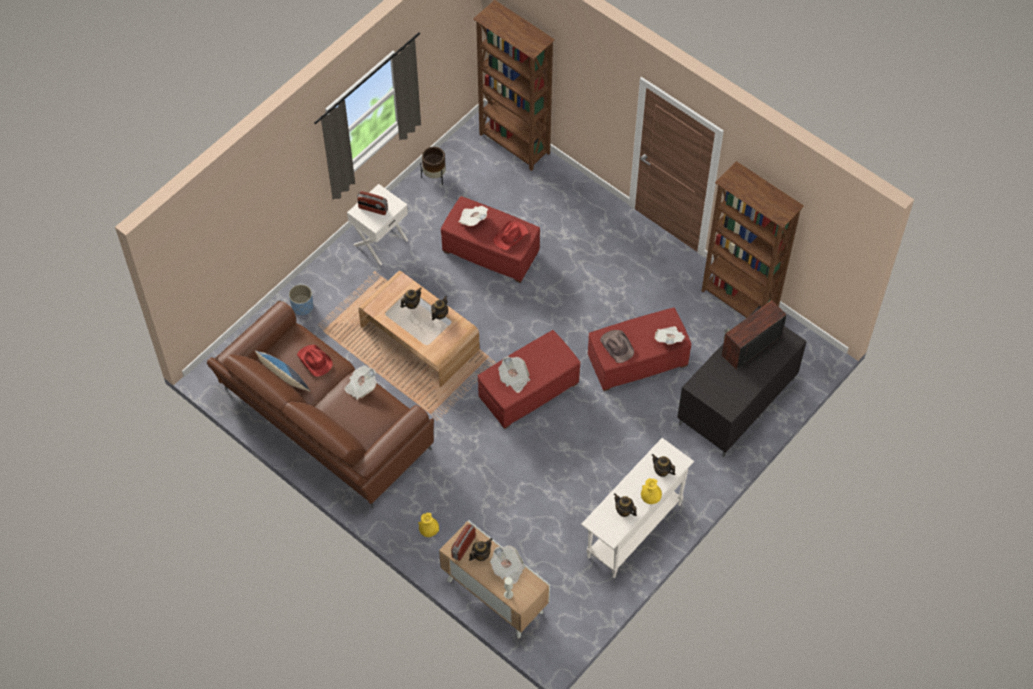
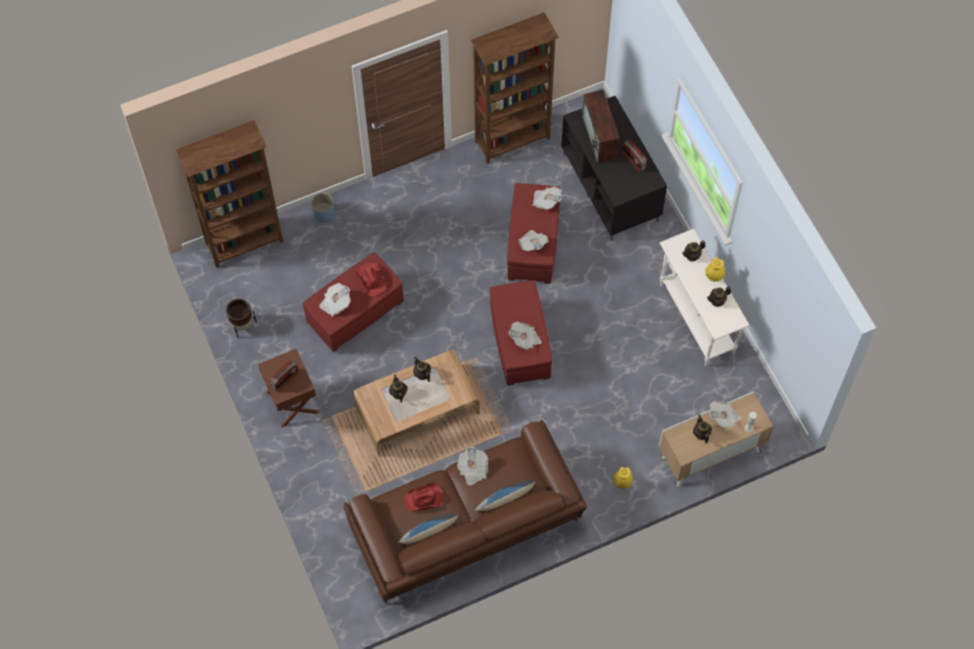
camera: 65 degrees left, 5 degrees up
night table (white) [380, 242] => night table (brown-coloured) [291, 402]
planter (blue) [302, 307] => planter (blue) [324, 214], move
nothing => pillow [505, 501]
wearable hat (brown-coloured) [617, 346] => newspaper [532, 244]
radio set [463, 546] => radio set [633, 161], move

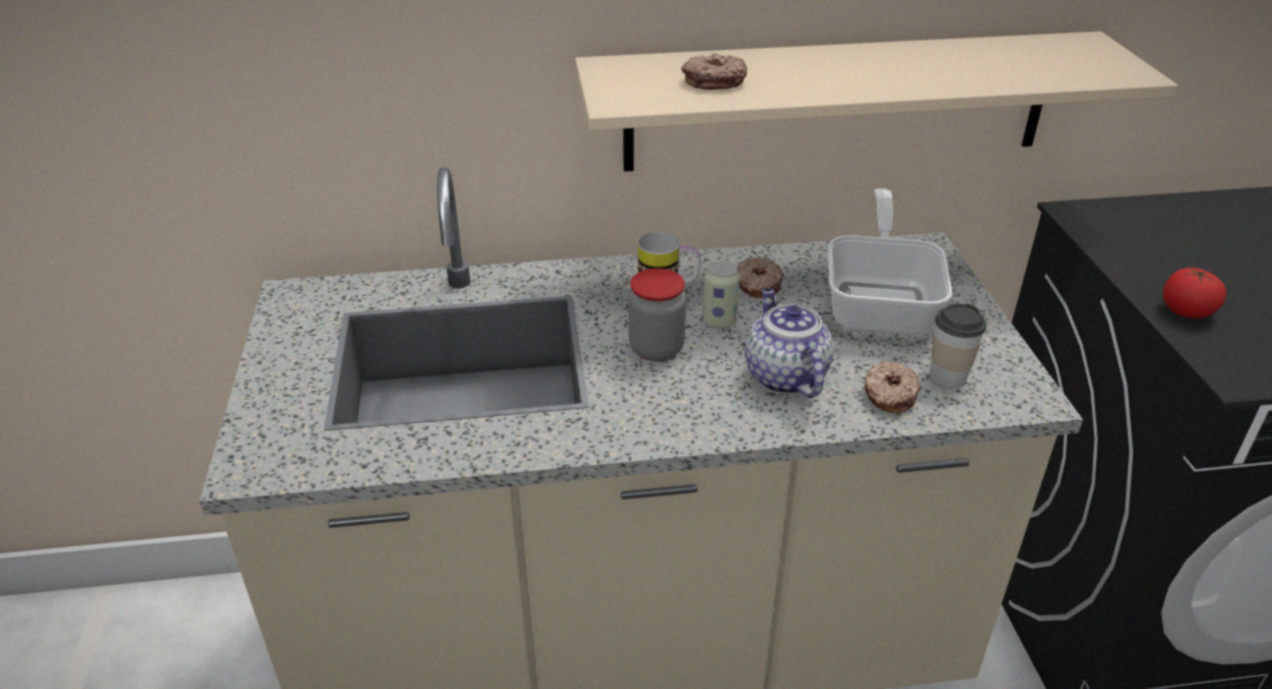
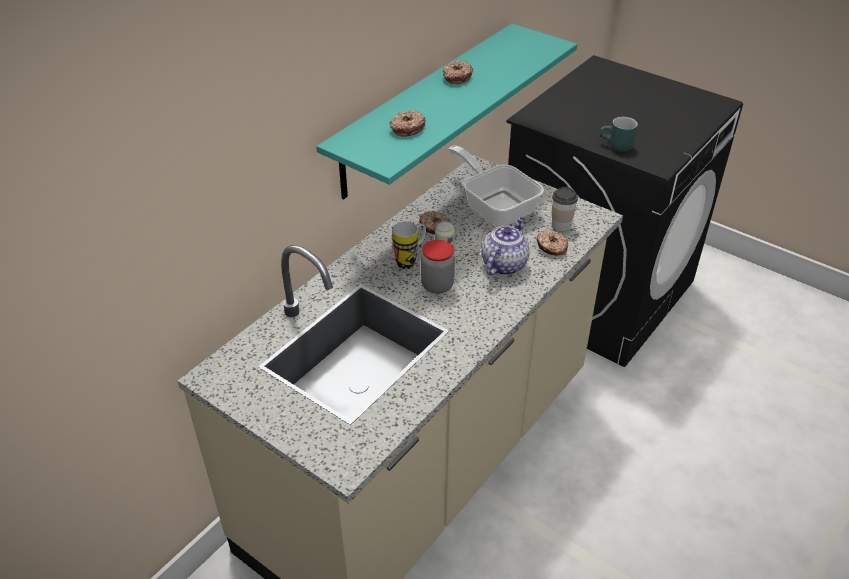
camera: 45 degrees left, 5 degrees up
bracket shelf (sand-coloured) [838, 102] => bracket shelf (turquoise) [424, 110]
nothing => donut [456, 77]
pot for tea [784, 375] => pot for tea [504, 264], 90 degrees clockwise
whole tomato [1186, 311] => mug (turquoise) [616, 146]

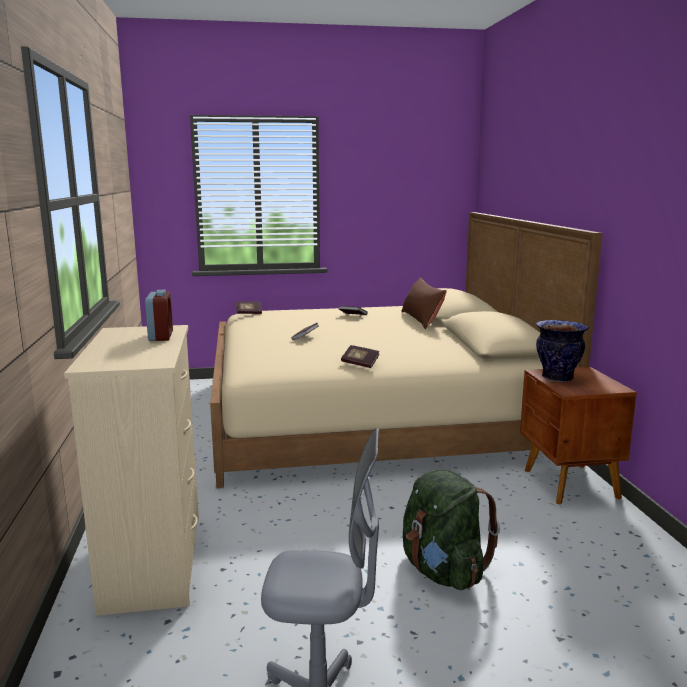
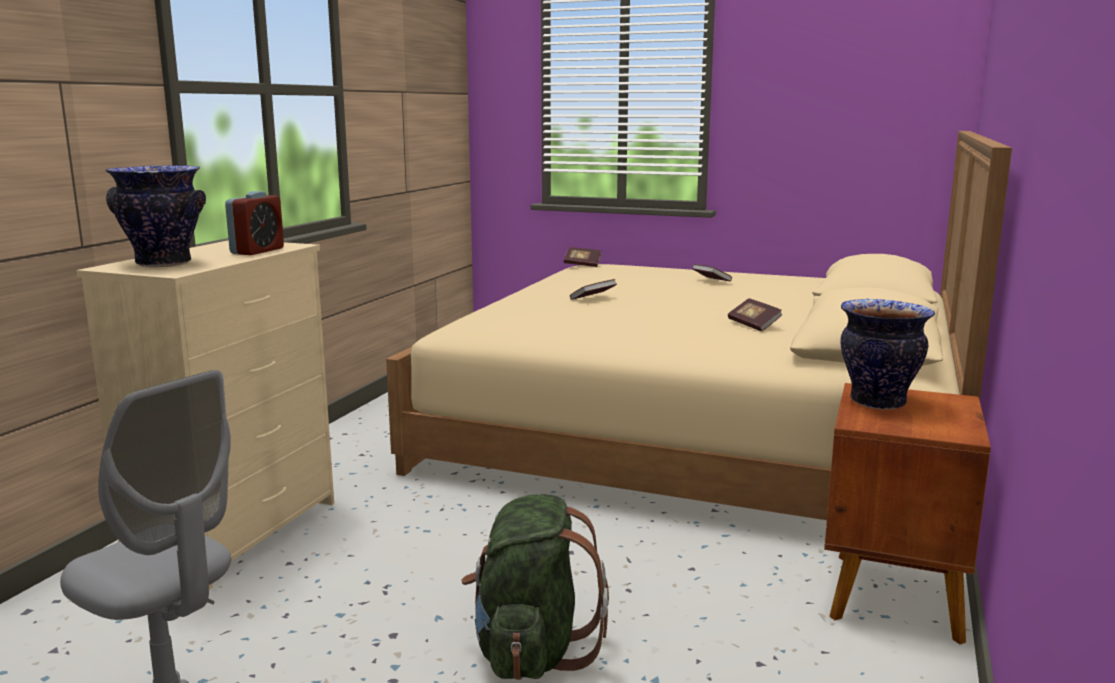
camera: 30 degrees right, 0 degrees up
nothing => vase [163, 263]
bound book [360, 363] => bound book [754, 325], move
pillow (brown-coloured) [422, 319] => nothing

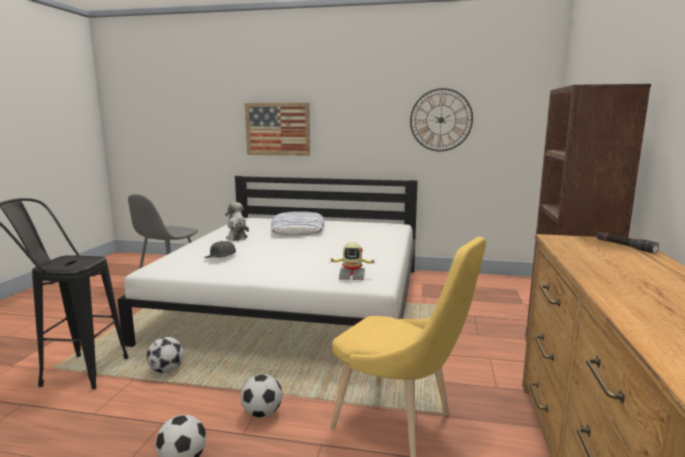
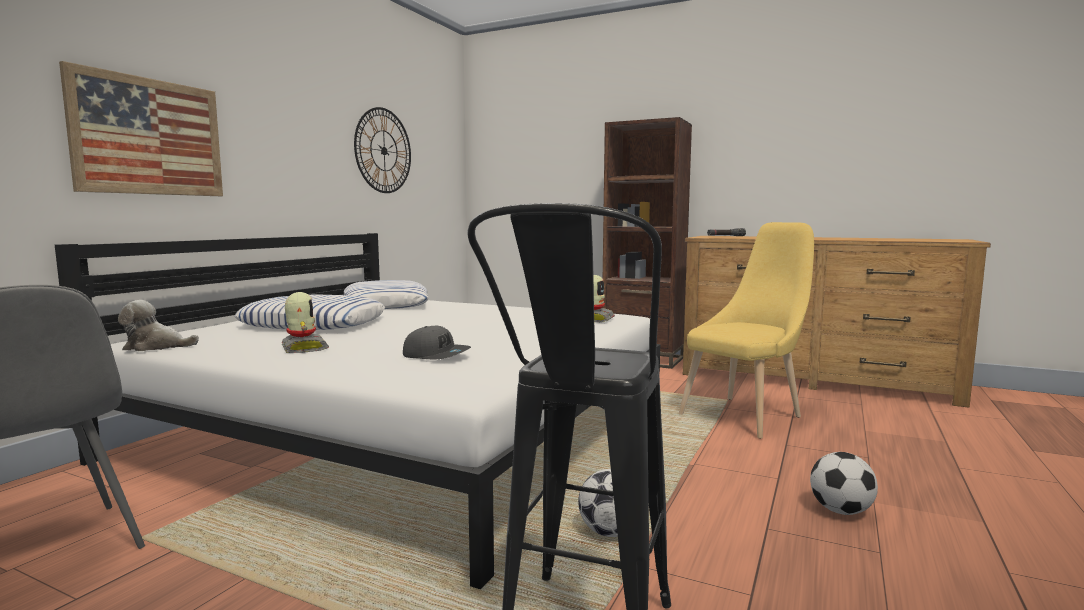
camera: 75 degrees left, 5 degrees down
cuddly toy [237, 237] => toy robot [303, 348]
nothing => pillow [386, 304]
football [262, 413] => nothing

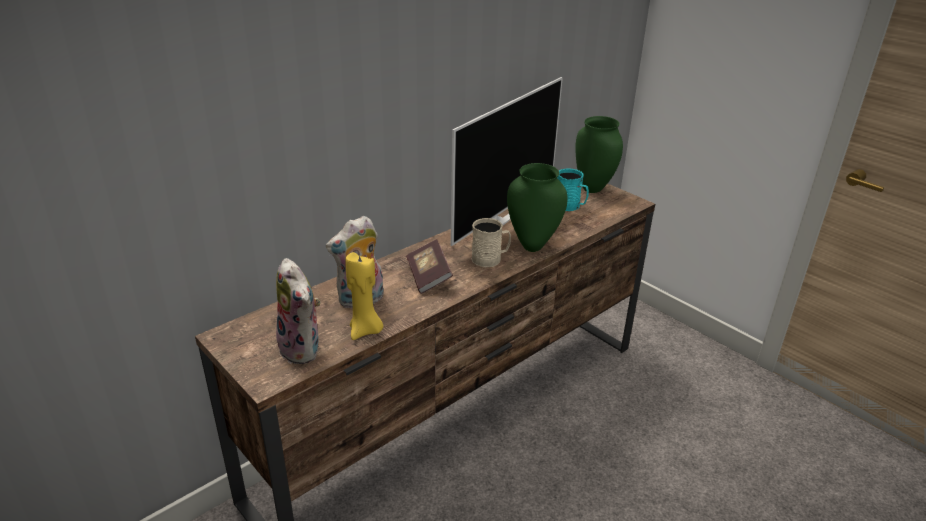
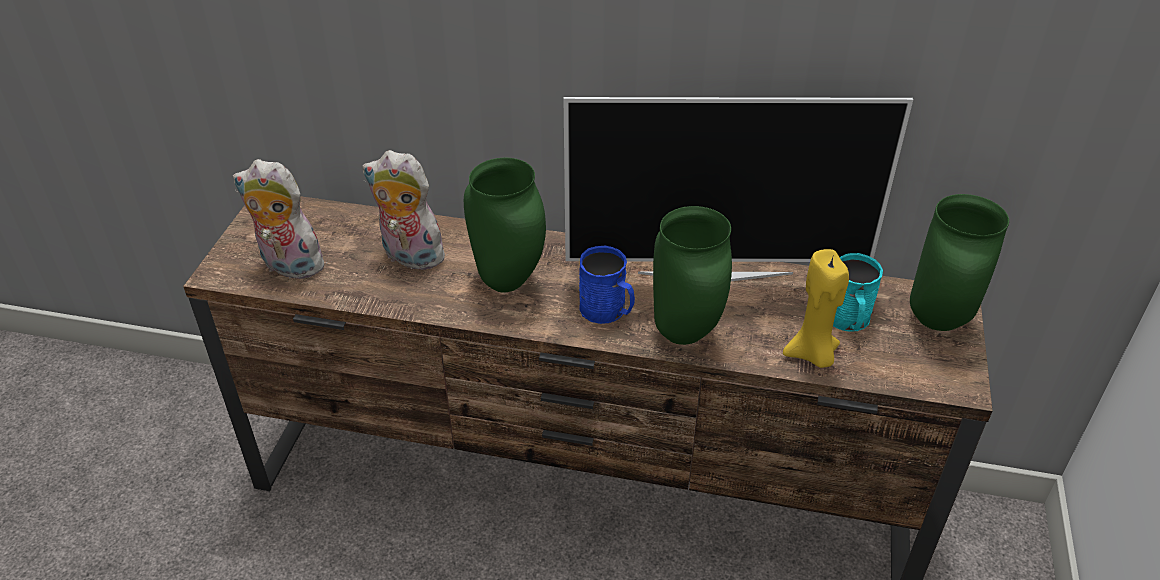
camera: 55 degrees right, 10 degrees up
cuddly toy [303, 349] => cuddly toy [288, 266], 90 degrees clockwise
bound book [428, 276] => vase (greenish) [510, 281]
mug (sand-coloured) [490, 259] => mug (blue) [607, 311]
wax candle (yellowish) [365, 331] => wax candle (yellowish) [812, 355], move

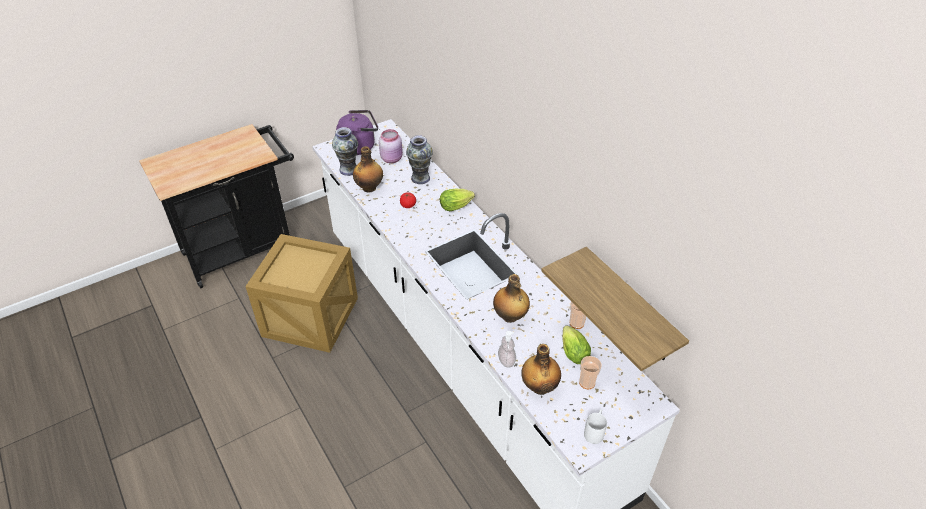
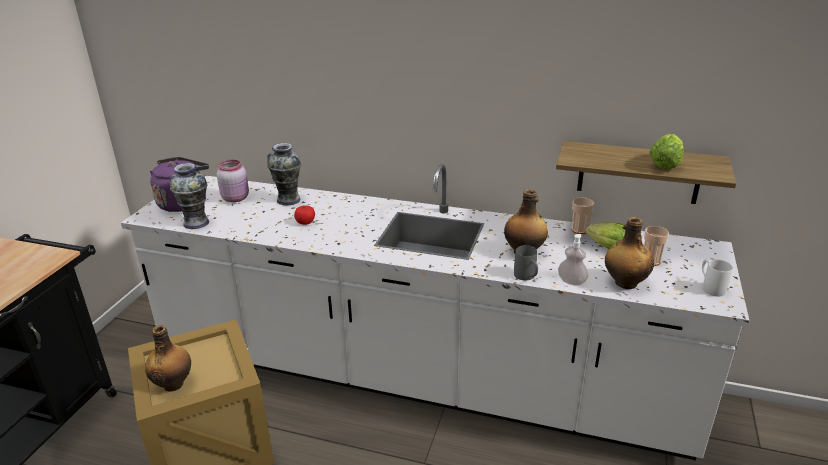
camera: 40 degrees left, 15 degrees down
drink bottle [369, 187] => drink bottle [173, 383], move
nothing => mug (greyish) [527, 277]
lettuce head [457, 206] => lettuce head [665, 164], move

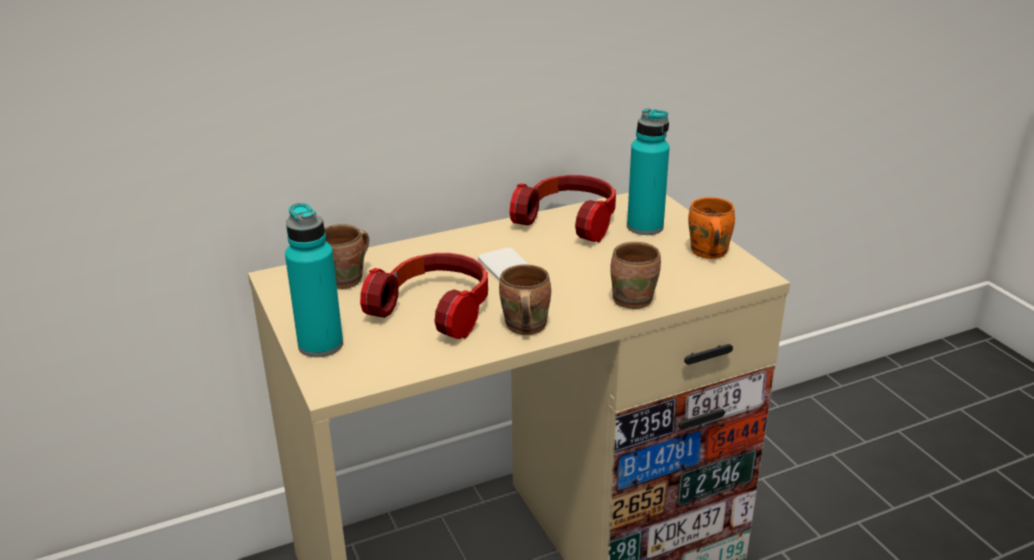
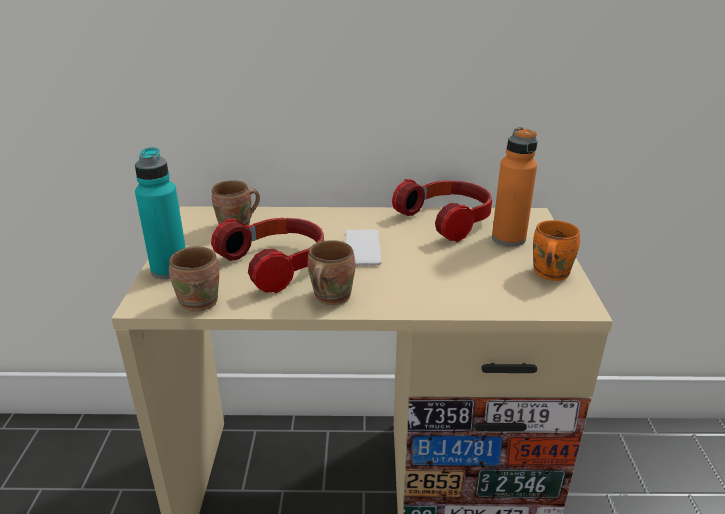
camera: 25 degrees right, 0 degrees up
mug (brown-coloured) [633, 298] => mug (brown-coloured) [202, 301], move
drink bottle (turquoise) [645, 227] => drink bottle (orange) [508, 238]

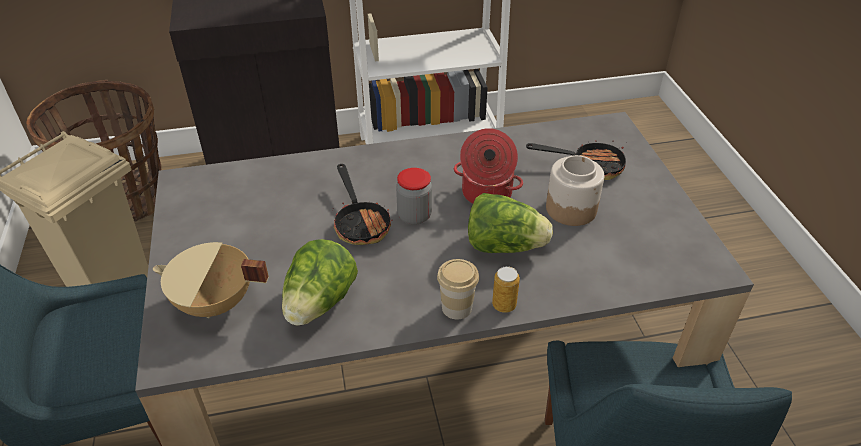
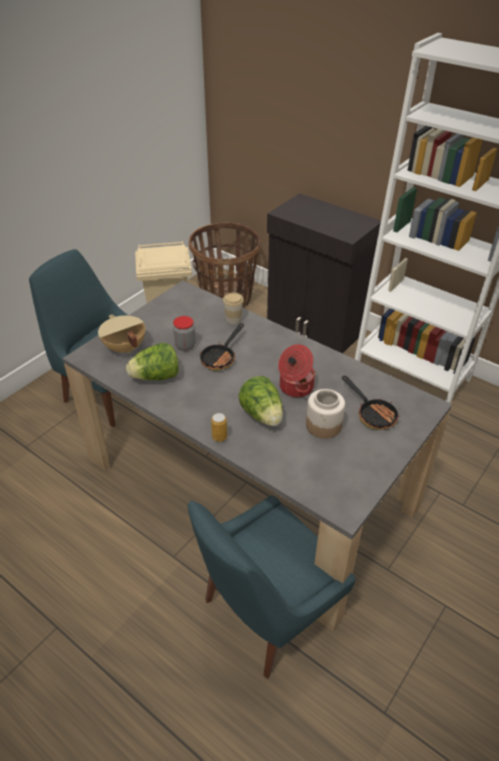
camera: 50 degrees right, 0 degrees up
jar [414, 216] => jar [185, 345], move
drinking cup [456, 307] => drinking cup [233, 319], move

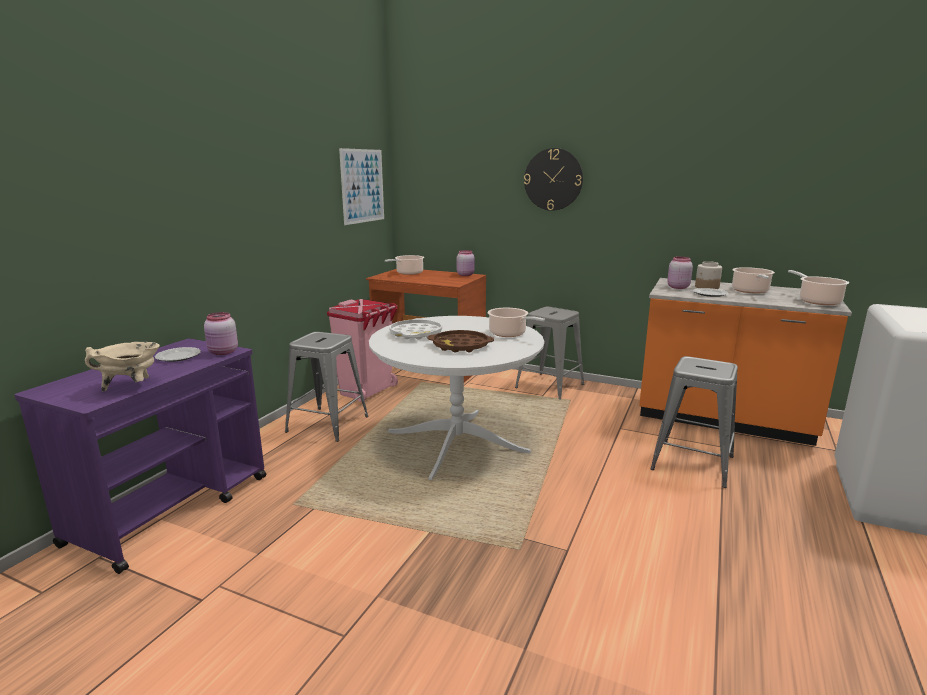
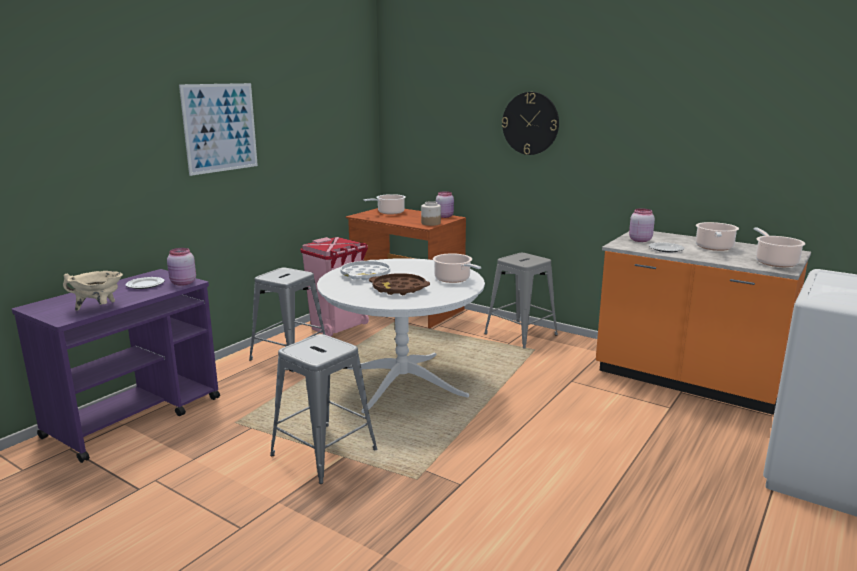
camera: 10 degrees right, 0 degrees up
wall picture [362, 186] => wall picture [220, 128], move
stool seat (greyish) [693, 463] => stool seat (greyish) [324, 452], move
jar [707, 287] => jar [430, 223], move

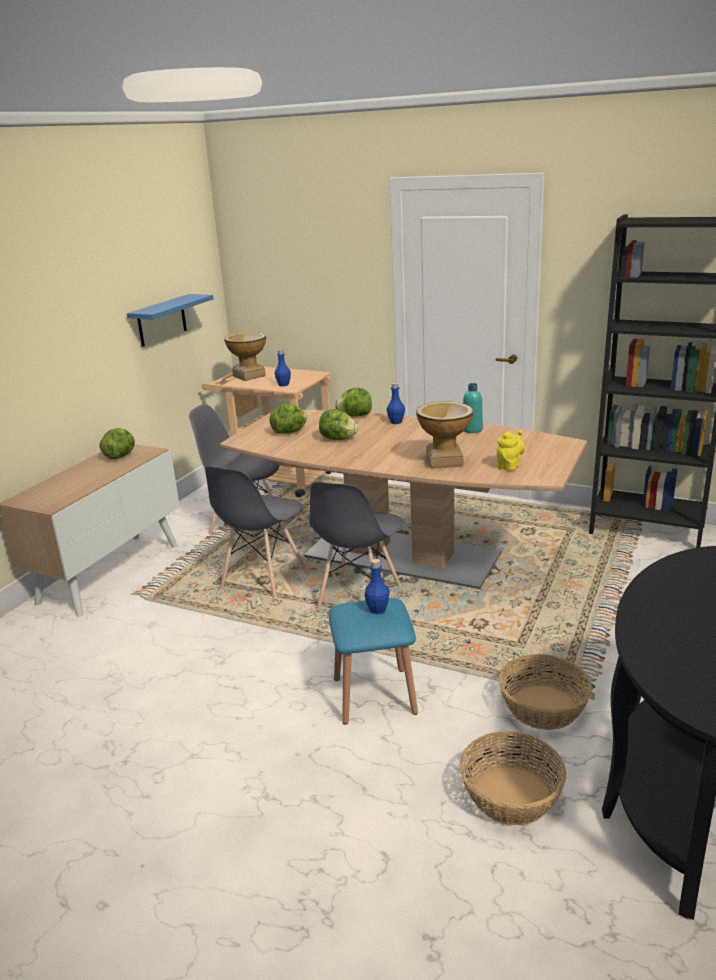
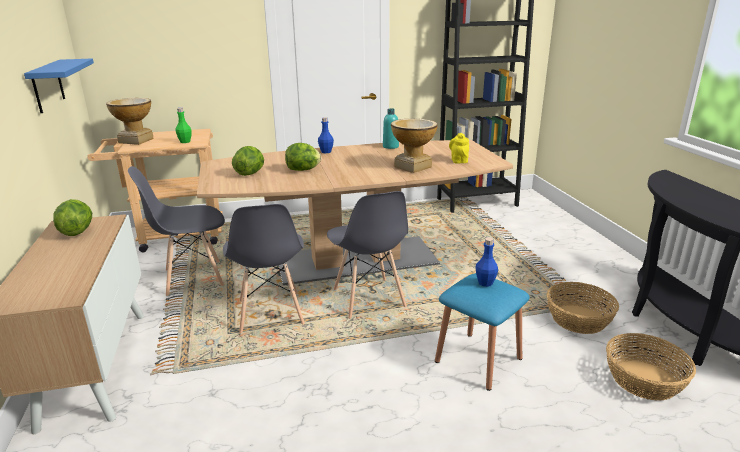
camera: 40 degrees left, 0 degrees up
drink bottle (blue) [283, 385] => drink bottle (greenish) [185, 142]
lettuce head [355, 416] => nothing

